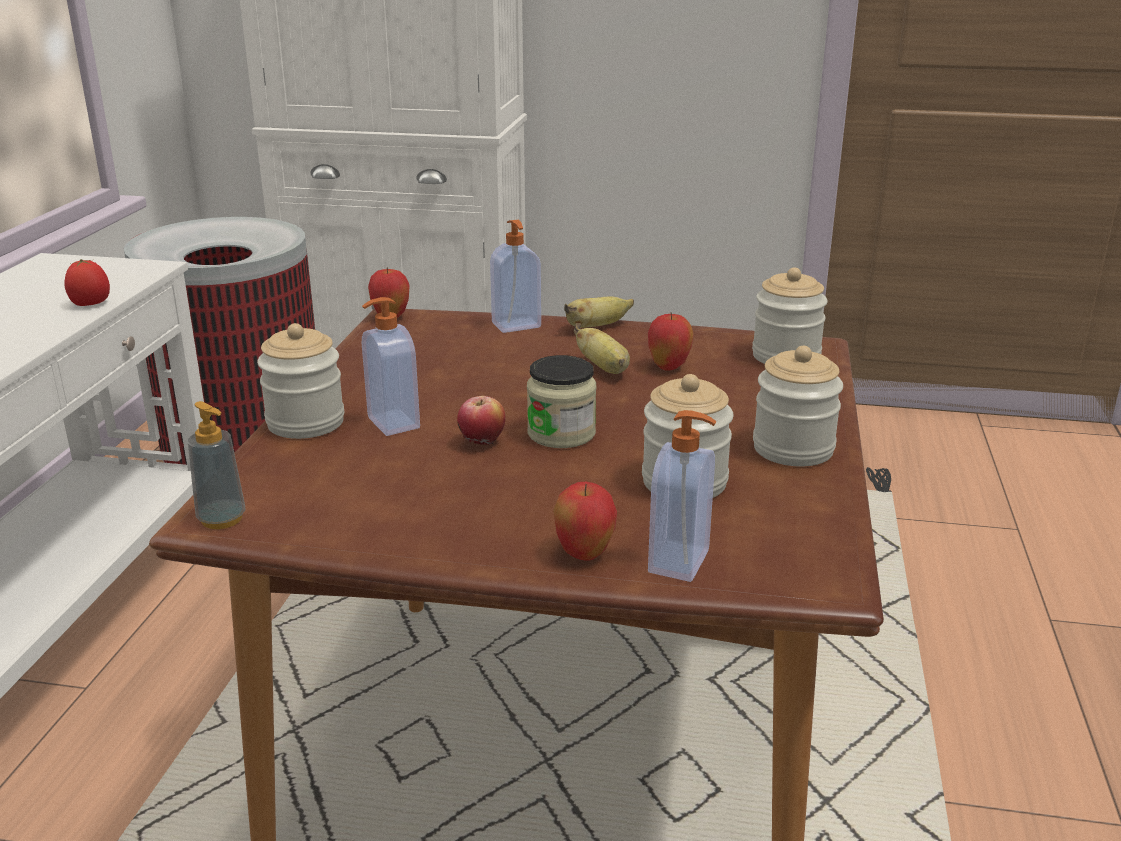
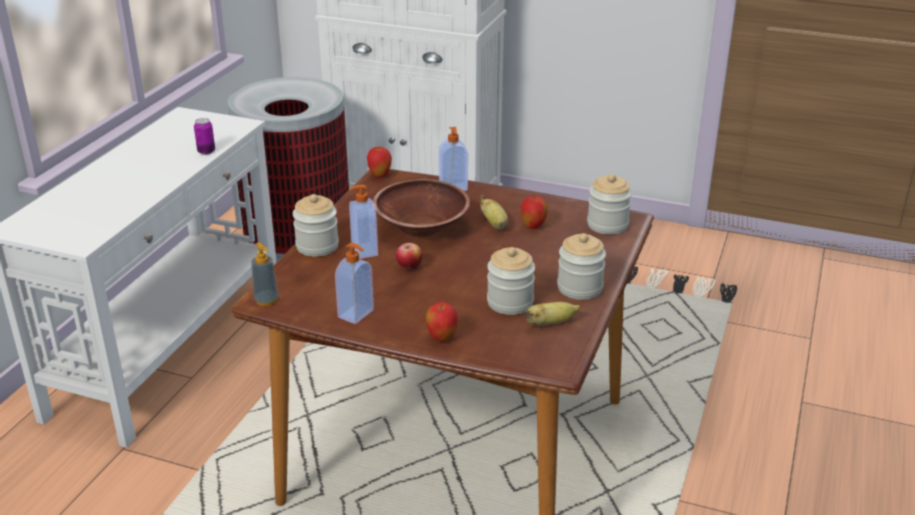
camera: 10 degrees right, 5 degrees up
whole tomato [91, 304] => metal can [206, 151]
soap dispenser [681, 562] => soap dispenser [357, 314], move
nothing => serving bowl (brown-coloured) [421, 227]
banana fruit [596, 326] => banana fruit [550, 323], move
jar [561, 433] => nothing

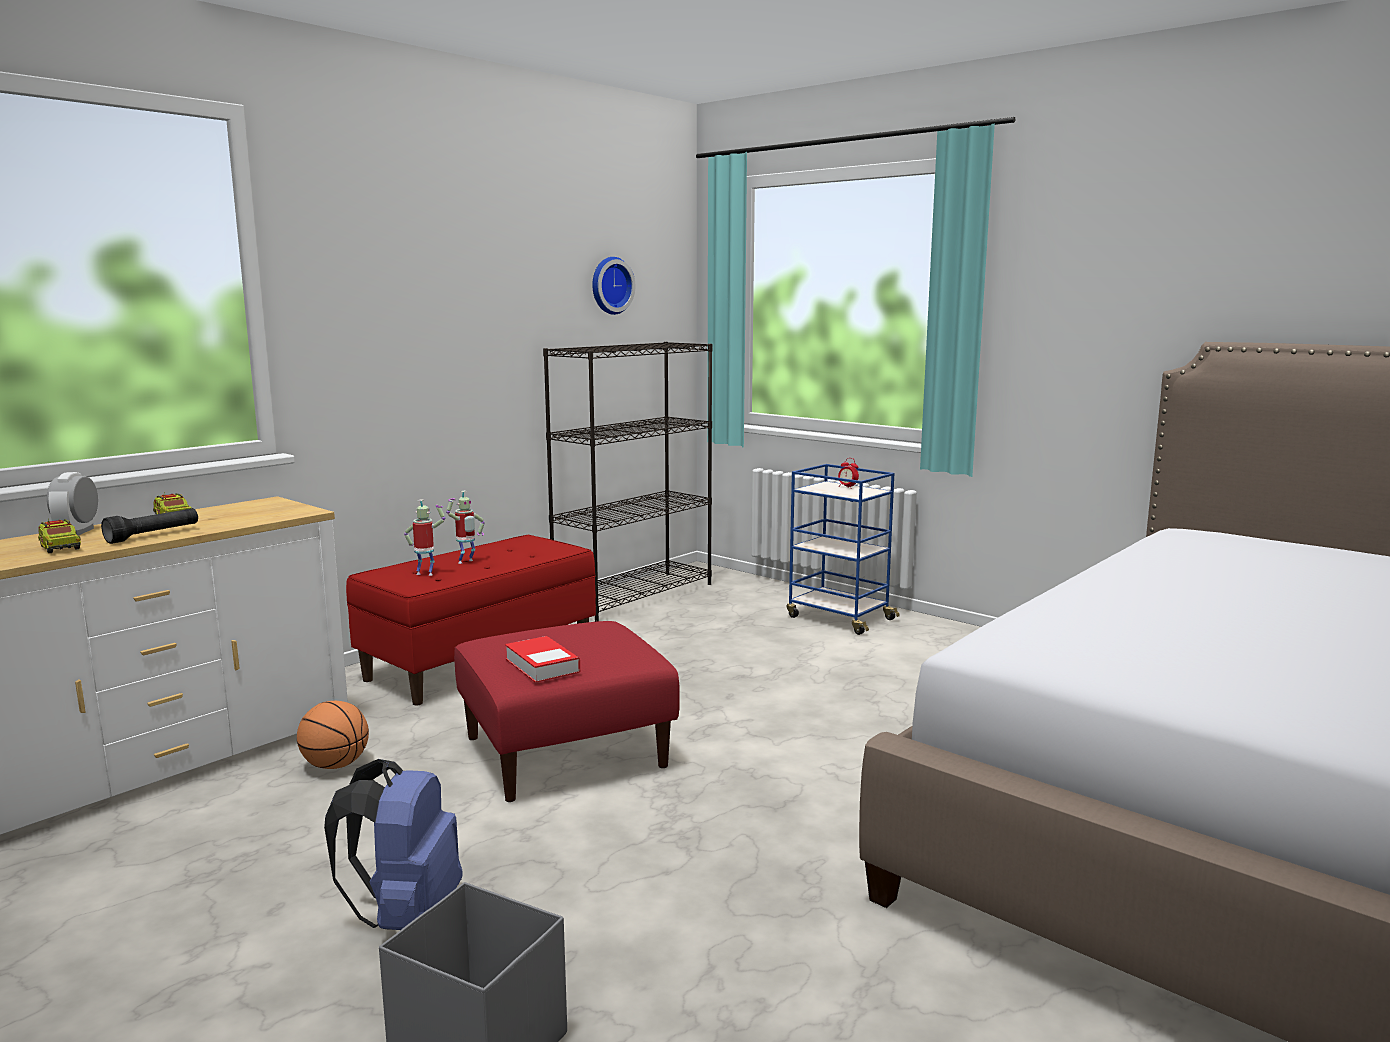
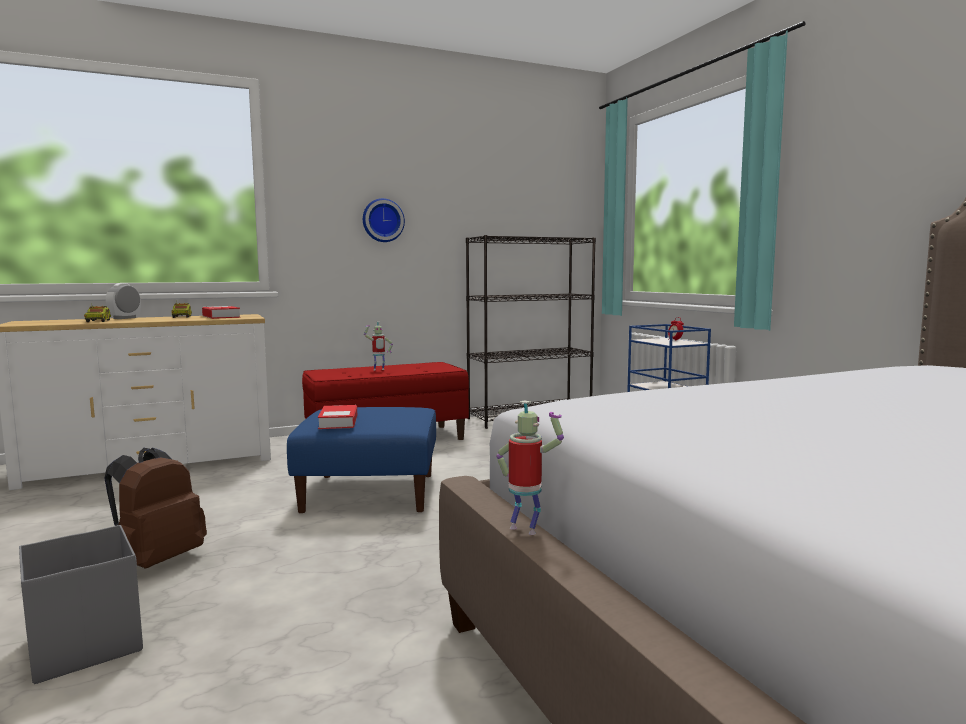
camera: 25 degrees right, 5 degrees down
backpack (blue) [406, 917] => backpack (brown-coloured) [157, 560]
nothing => bound book [221, 316]
footrest (red) [566, 751] => footrest (blue) [371, 492]
clock on the wall [609, 285] => clock on the wall [382, 220], move
toy robot [426, 574] => toy robot [526, 529], move
torch (blackish) [153, 535] => nothing
basketball [335, 765] => nothing

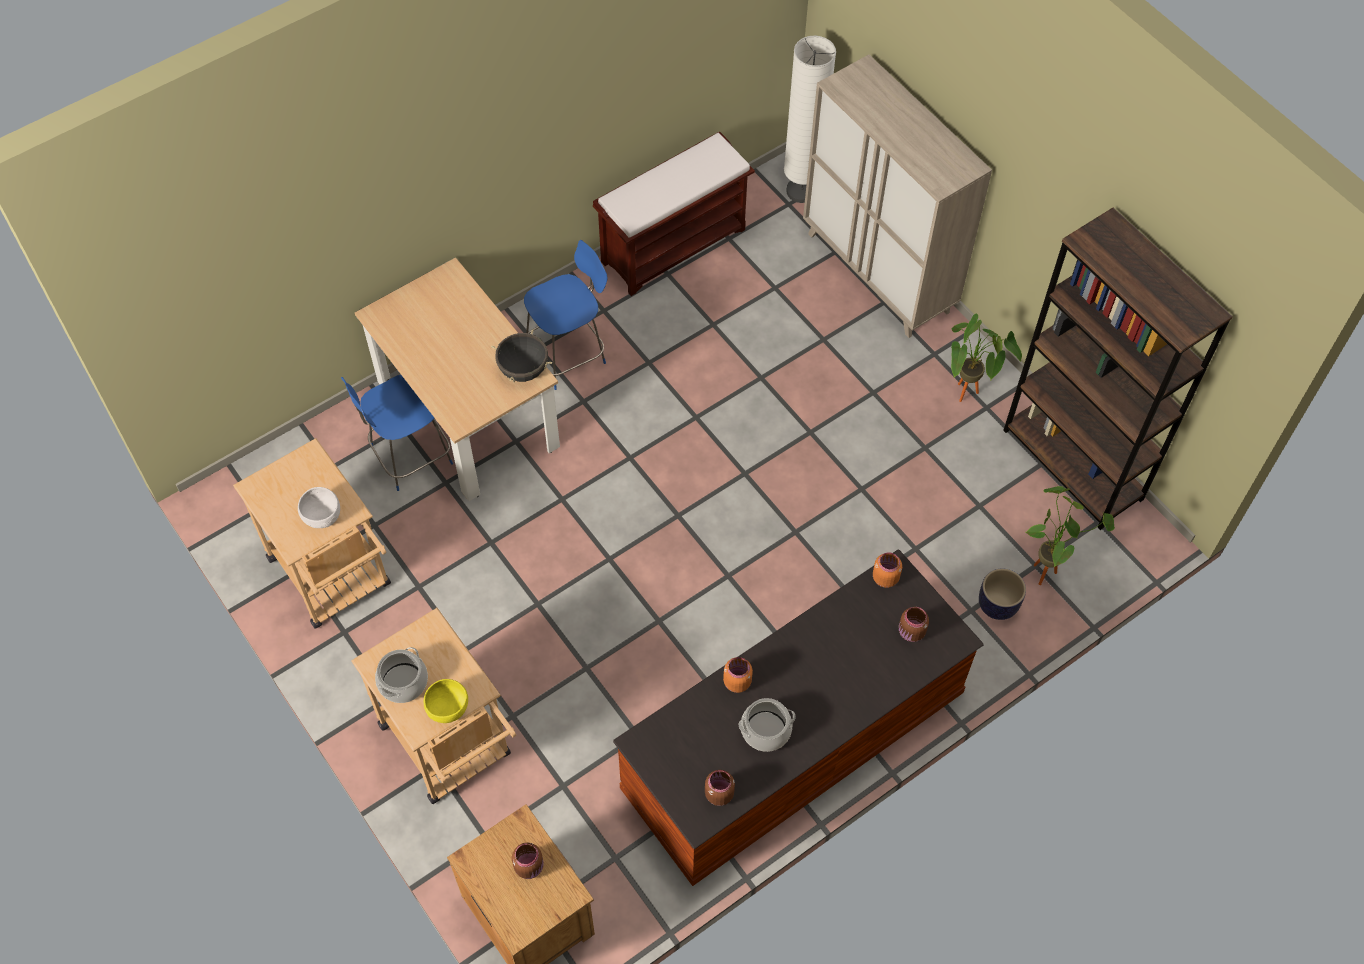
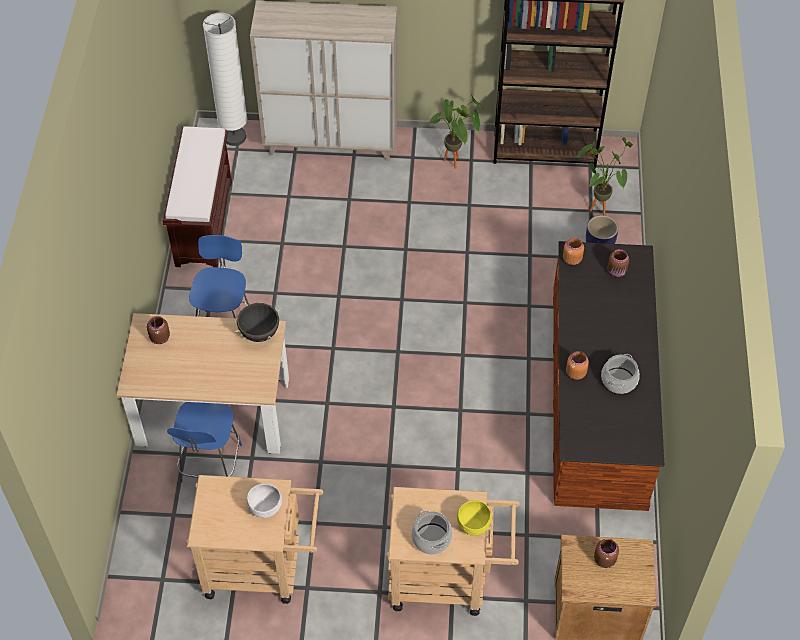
camera: 50 degrees left, 5 degrees down
jar (brown-coloured) [718, 794] => jar (brown-coloured) [159, 338], move

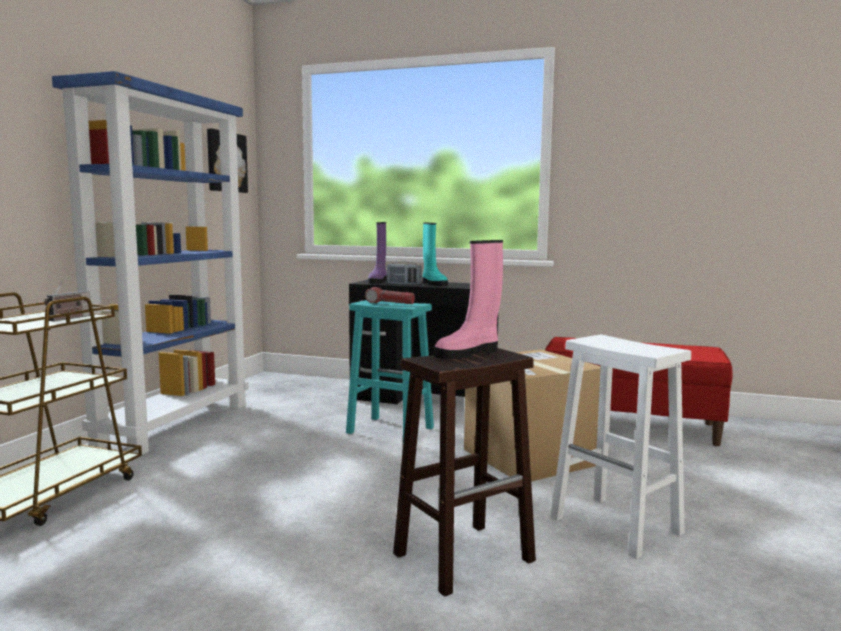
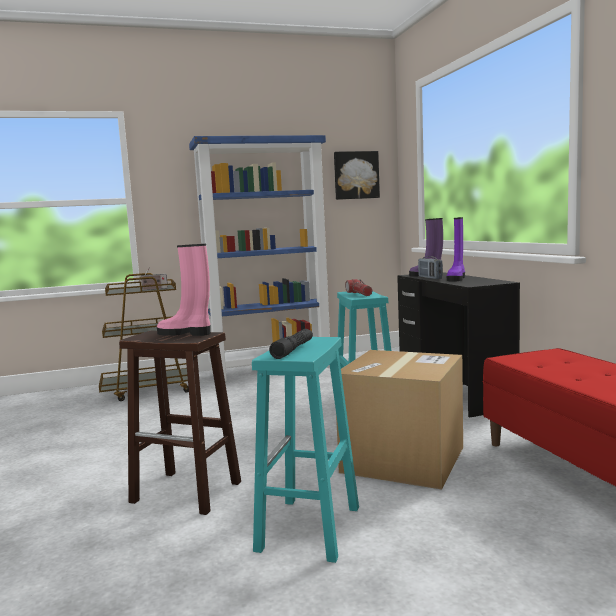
camera: 55 degrees right, 0 degrees up
stool seat (white) [617, 526] => stool seat (turquoise) [309, 529]
nothing => torch (blackish) [293, 350]
tall boot (turquoise) [433, 284] => tall boot (purple-coloured) [456, 279]

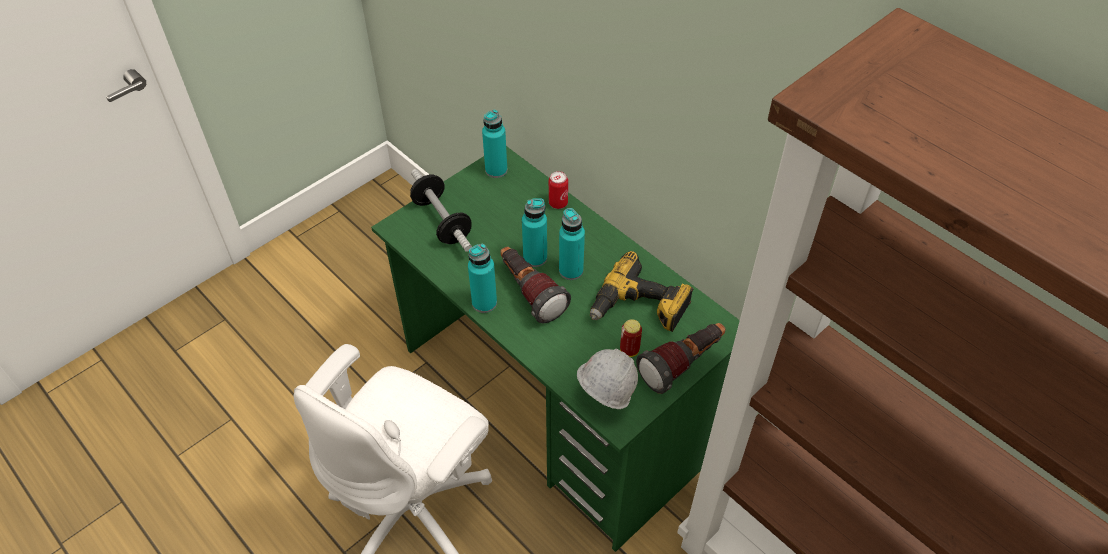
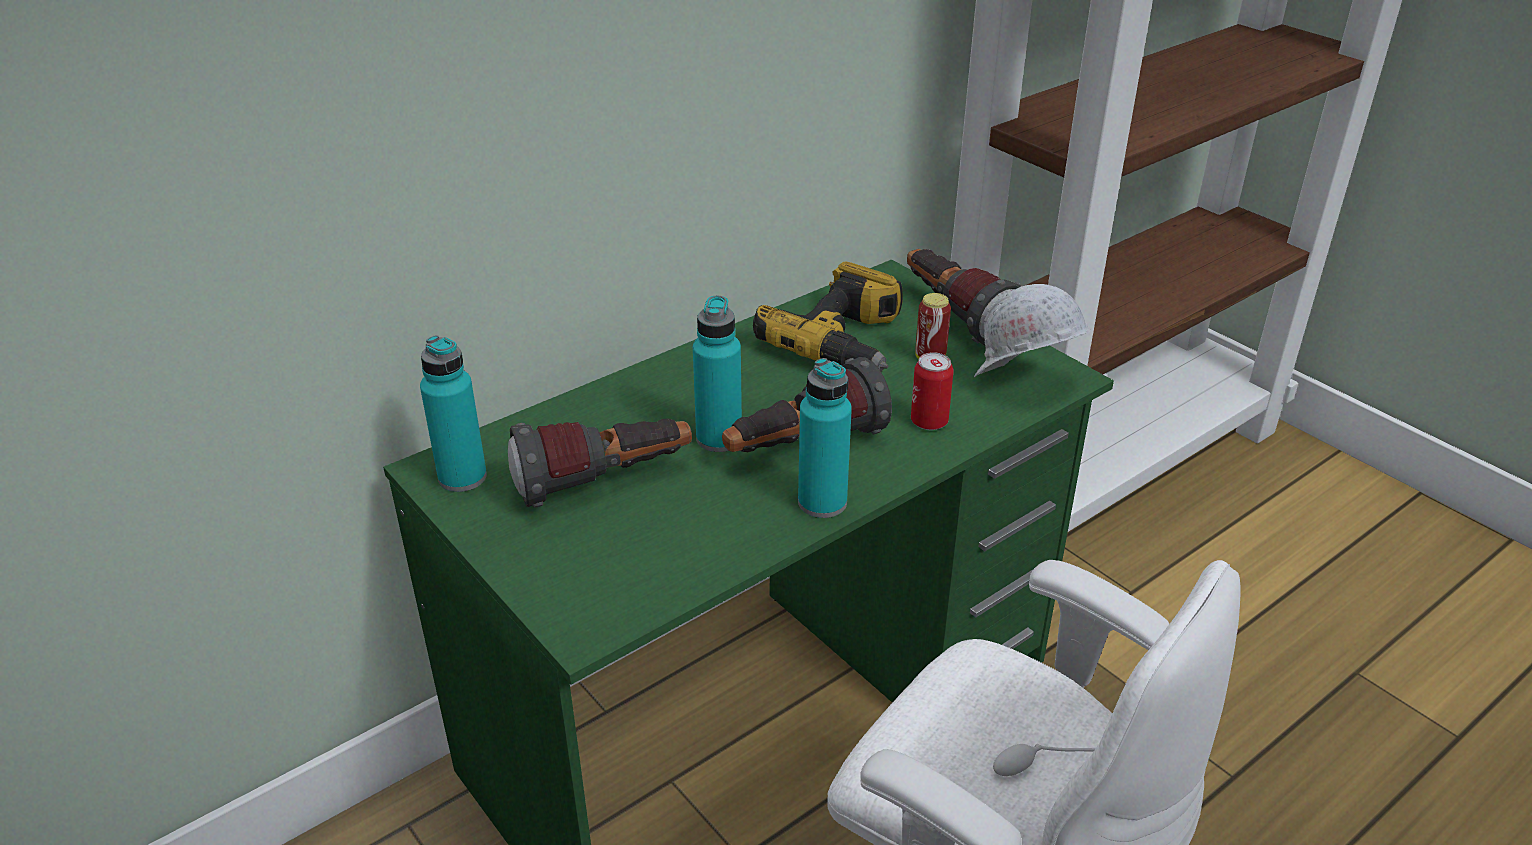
camera: 85 degrees left, 15 degrees down
nothing => torch [604, 483]
metal can [558, 203] => metal can [929, 422], move
hand weight [442, 221] => nothing
drink bottle (turquoise) [571, 271] => nothing

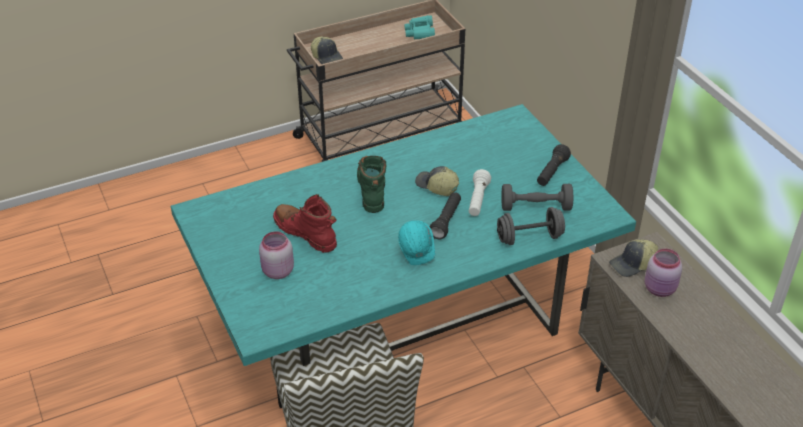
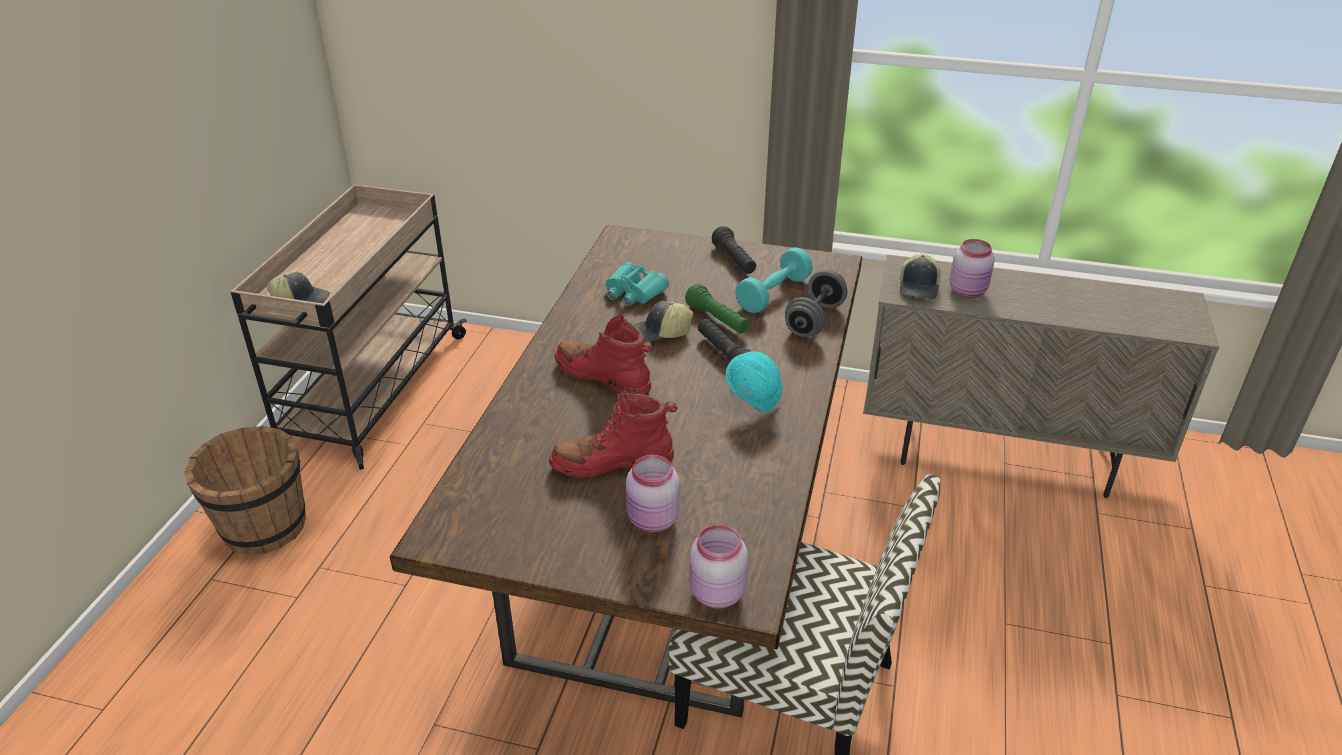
camera: 50 degrees left, 5 degrees down
nothing => pail (brown-coloured) [263, 527]
dinner table (turquoise) [400, 325] => dinner table (brown-coloured) [670, 545]
tall boot (greenish) [371, 189] => tall boot (red) [603, 376]
field glasses (turquoise) [420, 32] => field glasses (turquoise) [634, 292], move
torch (white) [478, 200] => torch (greenish) [717, 320]
nothing => jar (pink-coloured) [715, 594]
hand weight (greyish) [535, 207] => hand weight (turquoise) [773, 294]

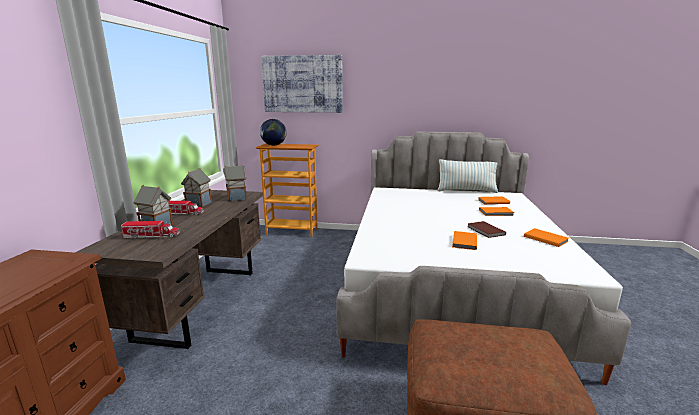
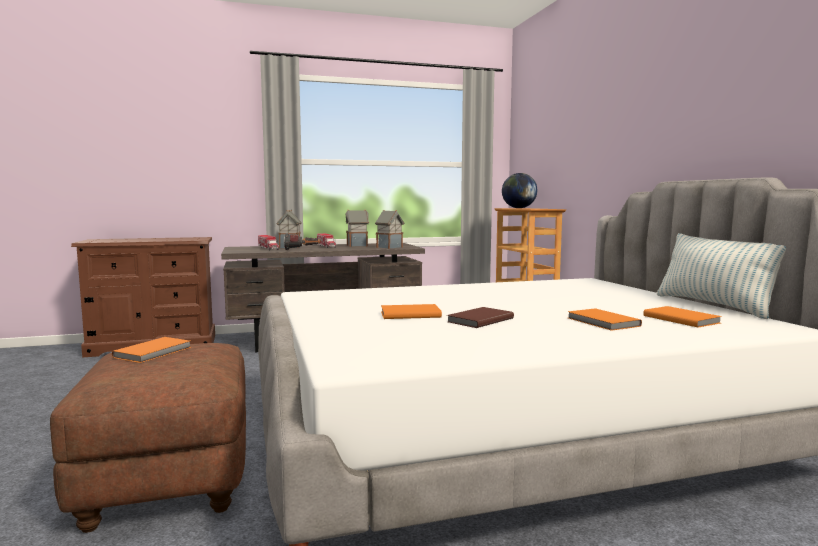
camera: 65 degrees right, 10 degrees down
bound book (orange) [545, 238] => bound book (orange) [155, 352], move
nothing => torch [302, 249]
wall picture [303, 84] => nothing

